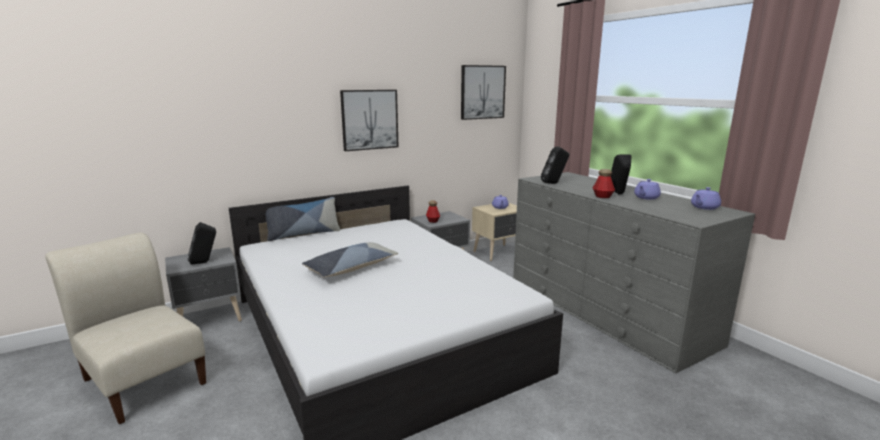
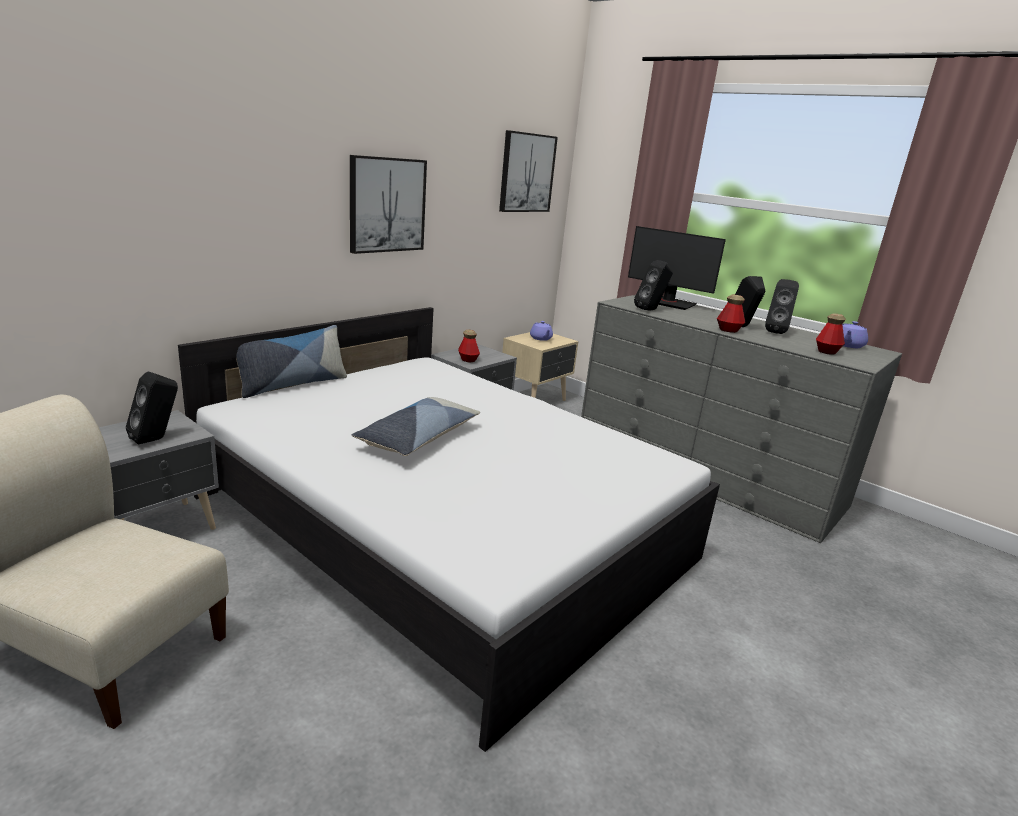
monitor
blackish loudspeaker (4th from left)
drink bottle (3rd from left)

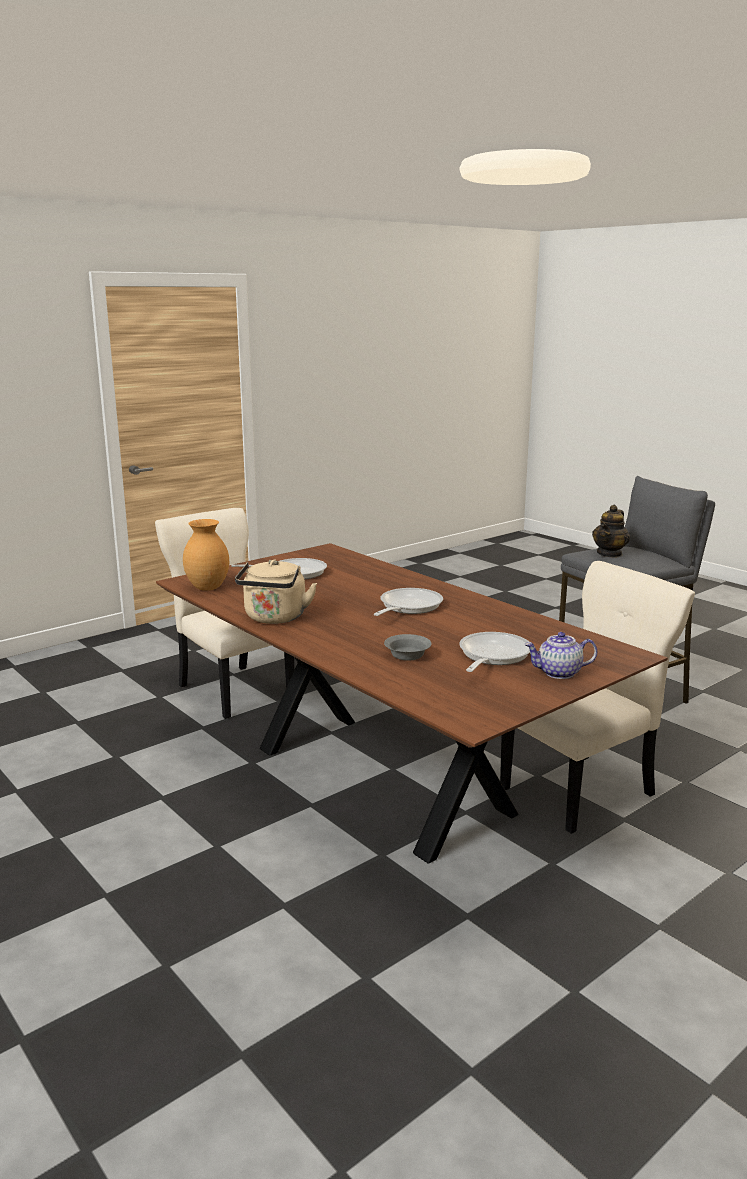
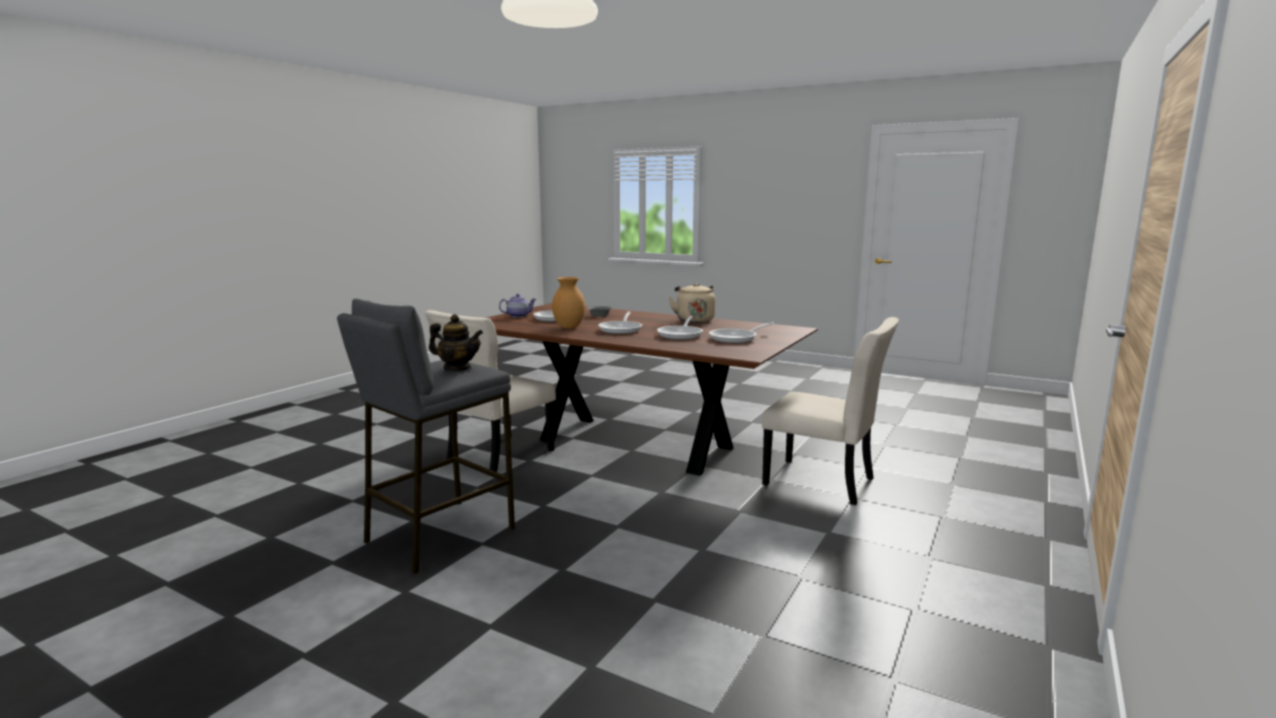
tea pot (1st from left)
brown-coloured decorative vase
skillet (3rd from left)

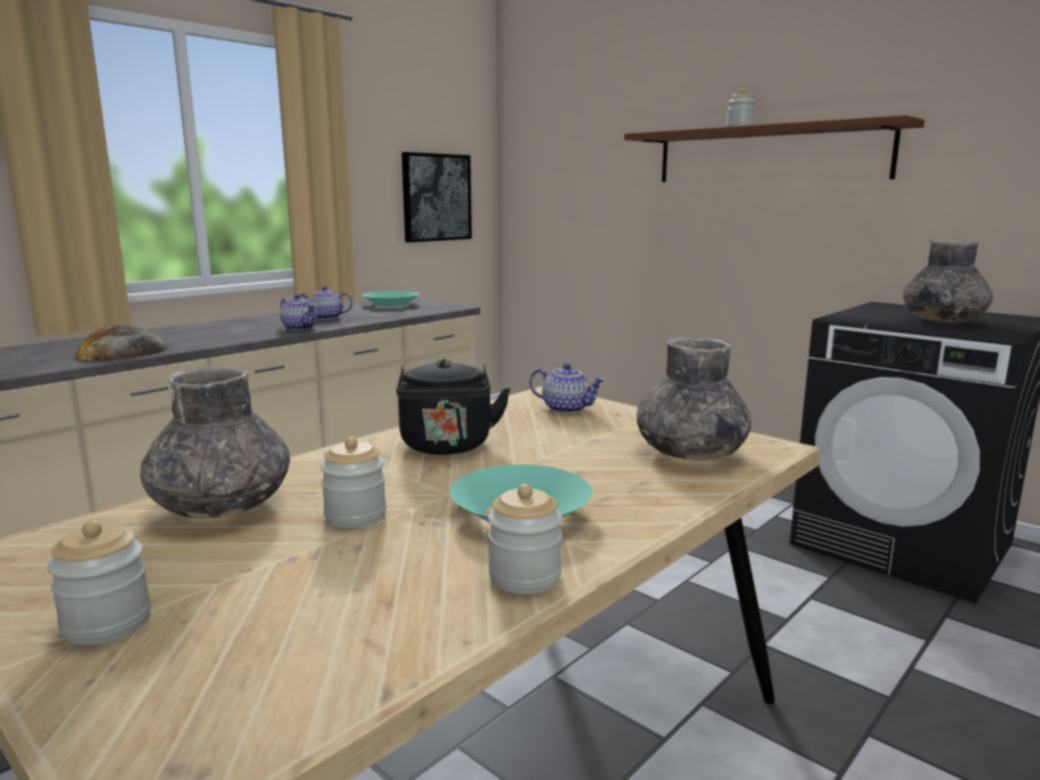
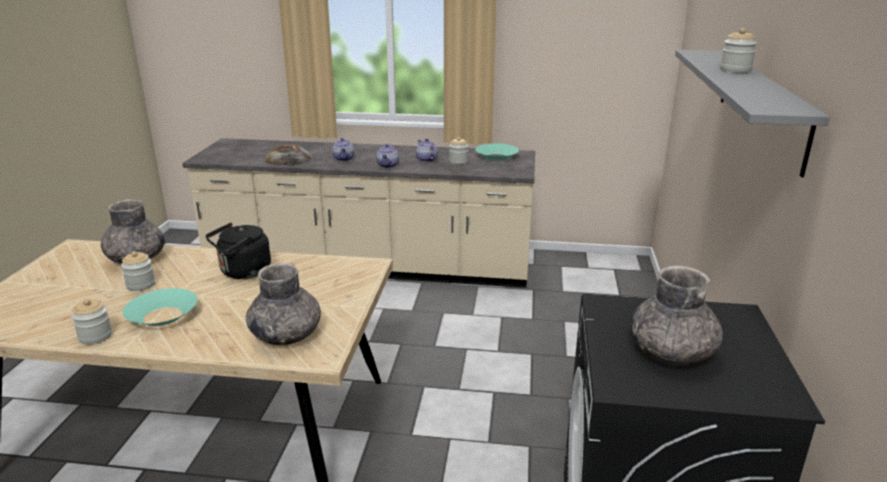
tea pot (1st from left)
preserve jar (3rd from left)
gray wall shelf
wall picture

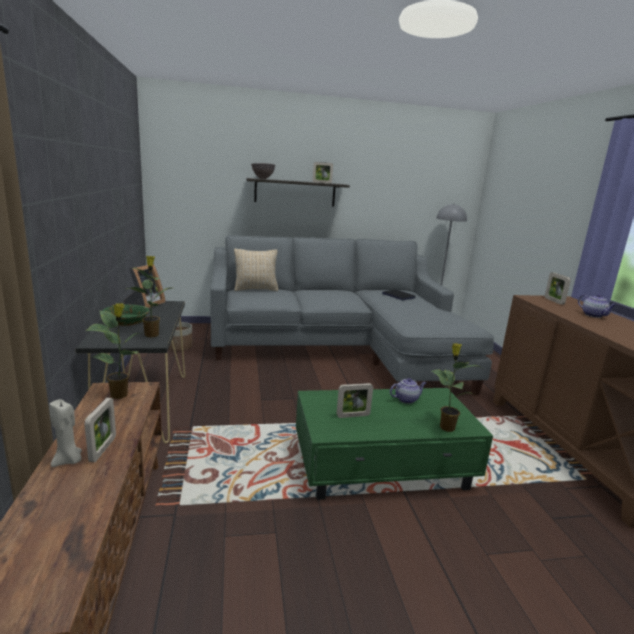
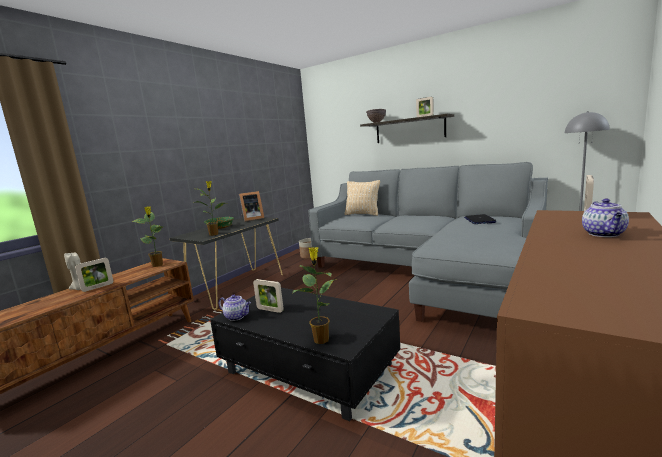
blackish low table
tea pot (1st from left)

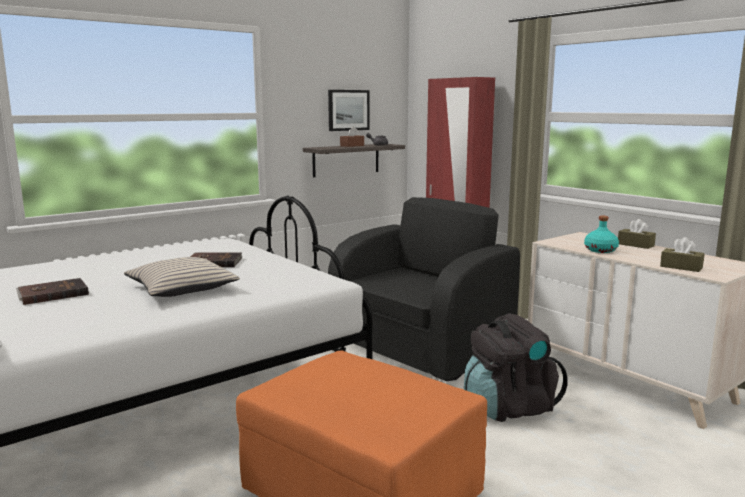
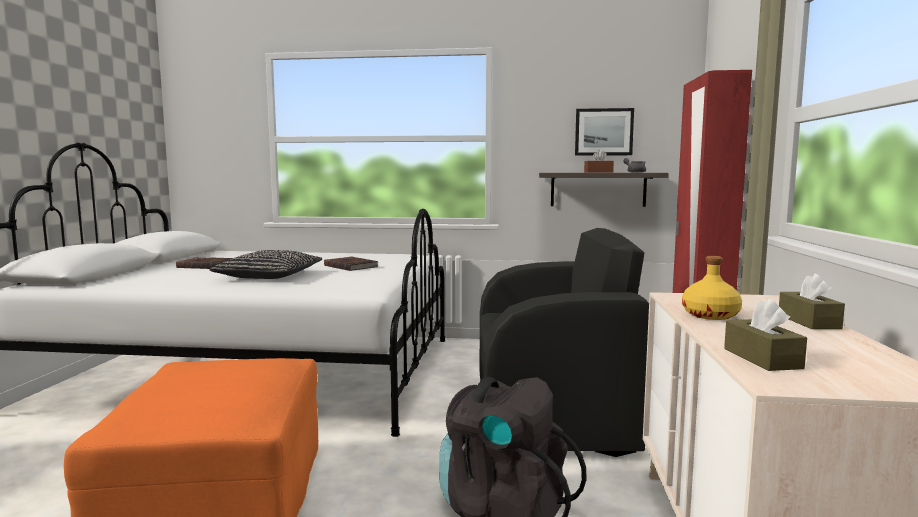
blackish cushion
yellow-coloured drink bottle

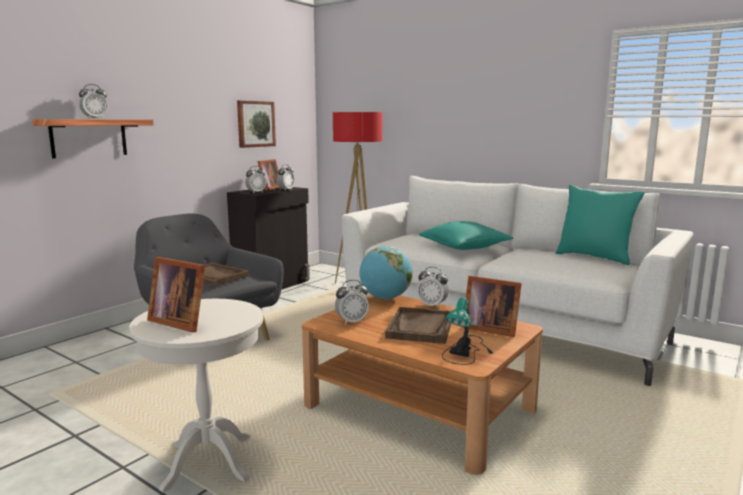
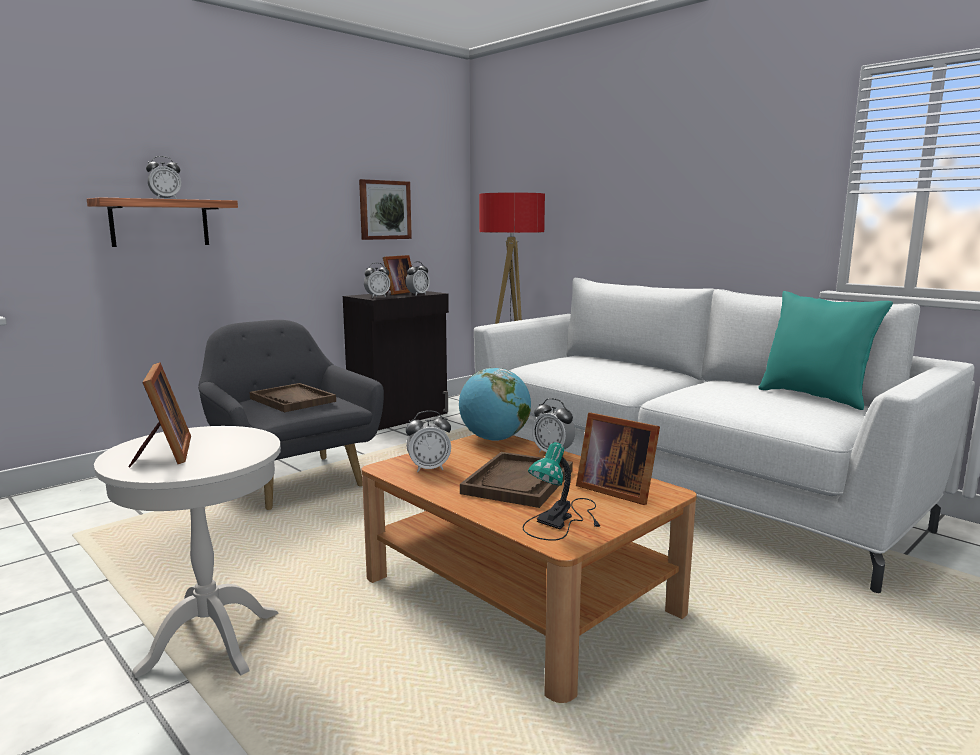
photo frame (1st from left)
turquoise cushion (1st from left in the first image)

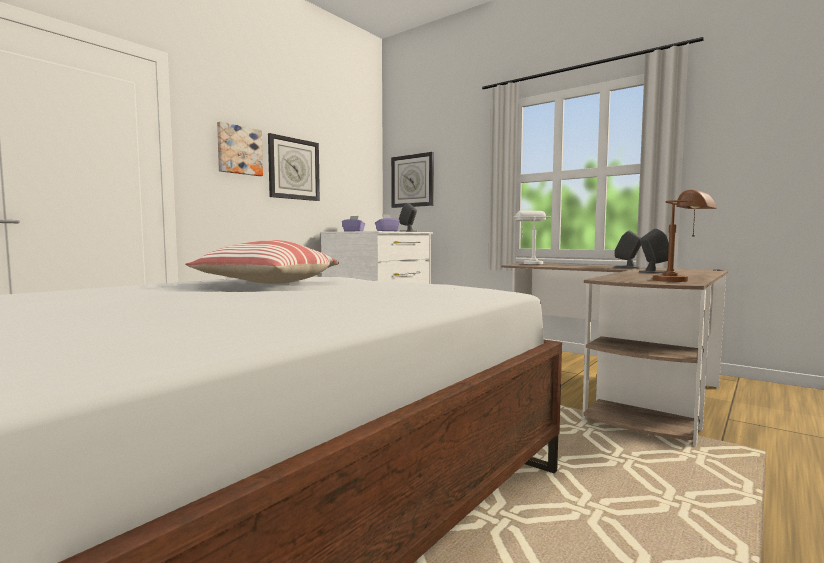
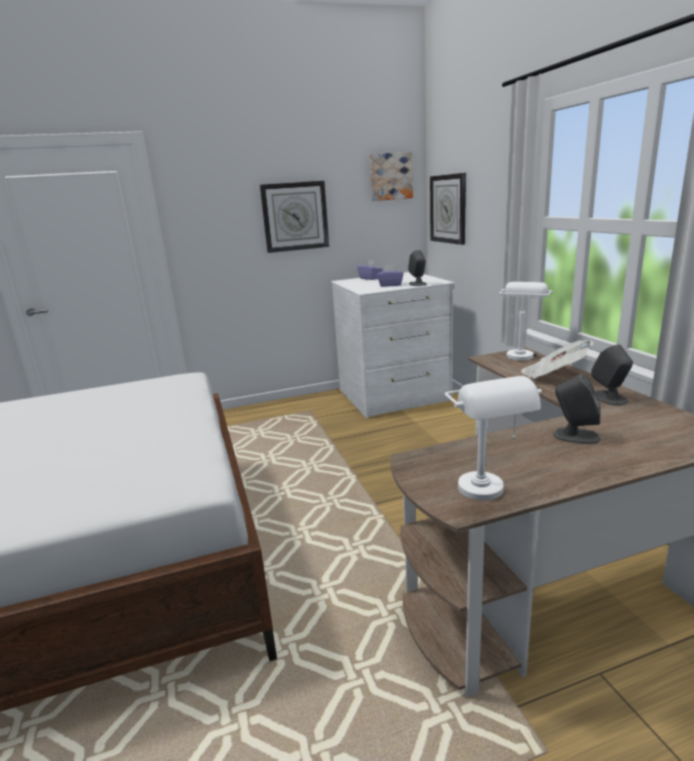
wall picture
white-coloured lamp for a table (1st from left)
daily paper
cushion

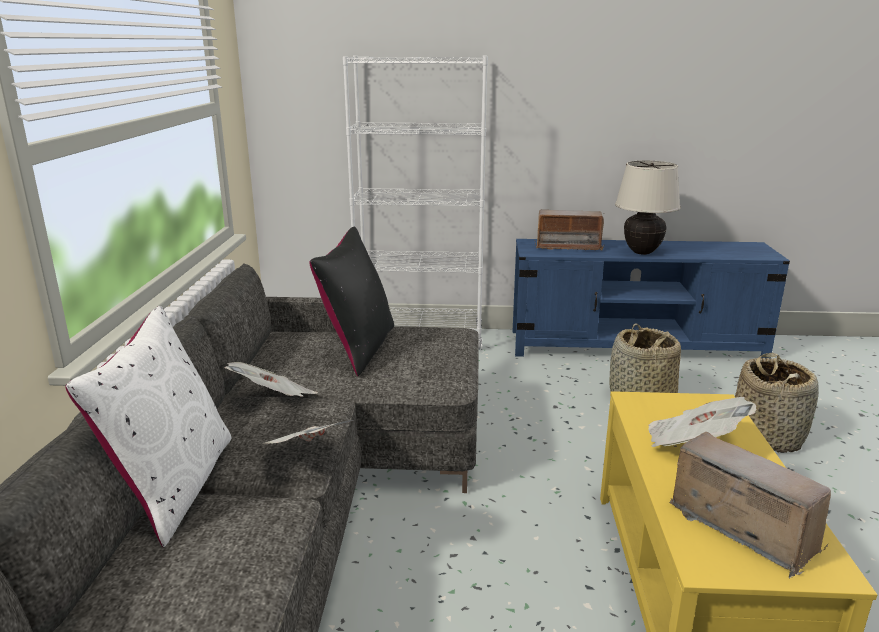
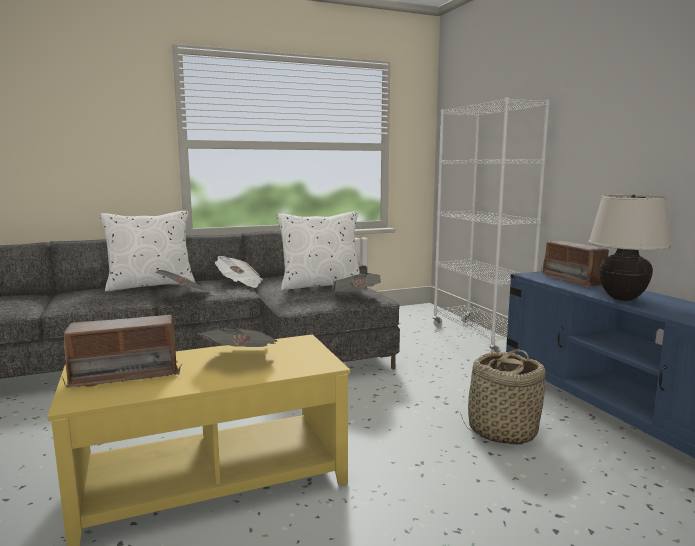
radio receiver (1st from left)
white-coloured cushion (2nd from left)
daily paper (4th from left)
basket (2nd from left in the first image)

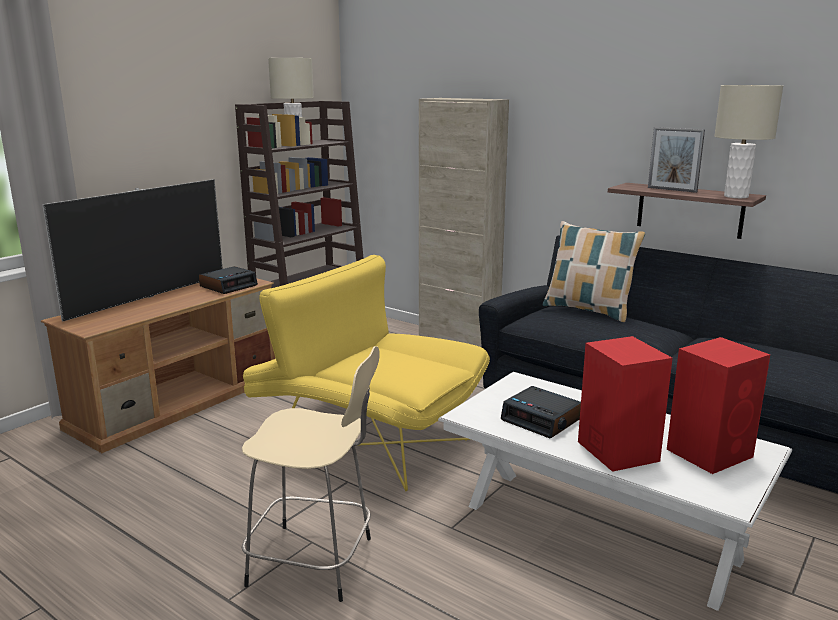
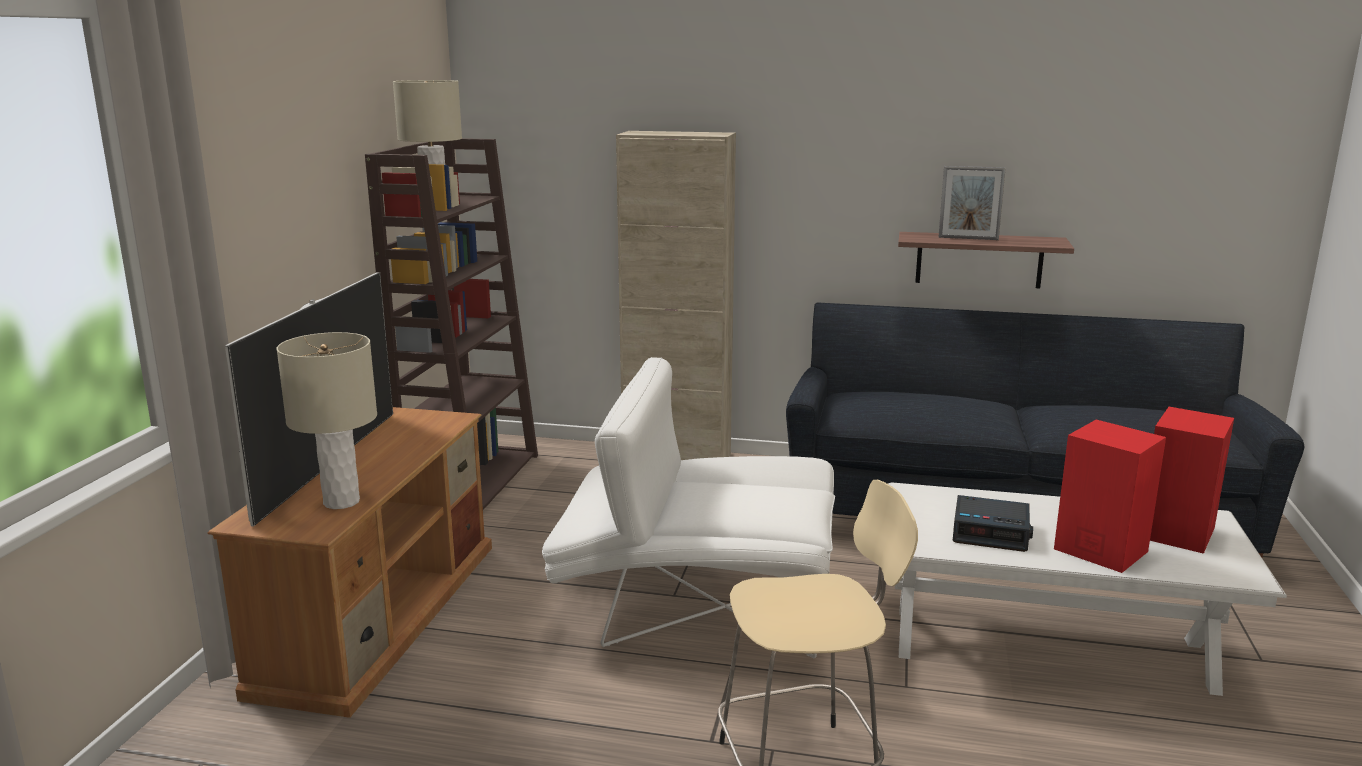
sand-coloured lamp for a table (1st from left)
white-coloured easy chair
table clock (1st from left in the first image)
cushion

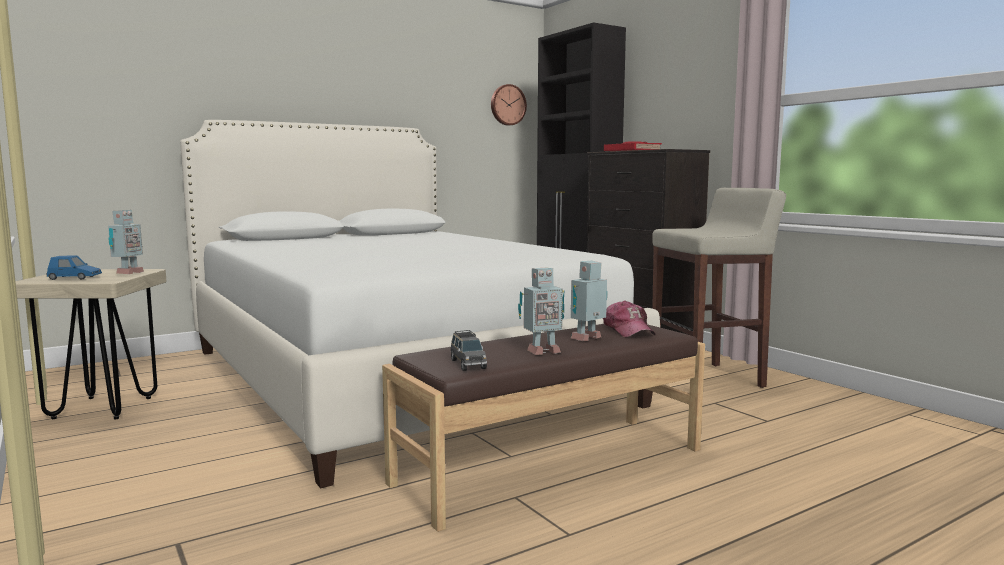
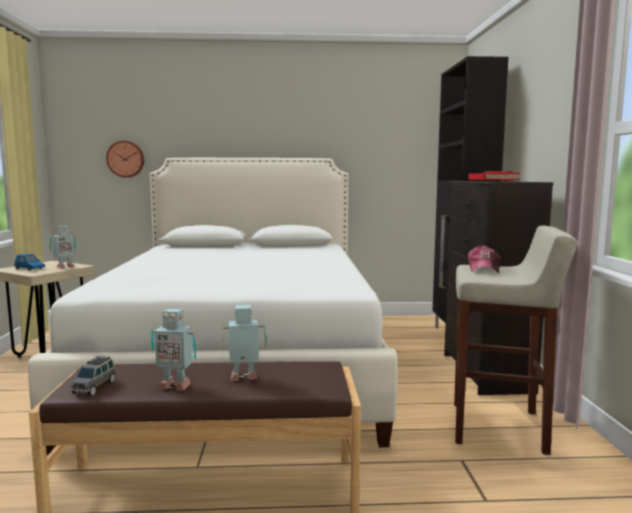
clock on the wall
baseball cap

